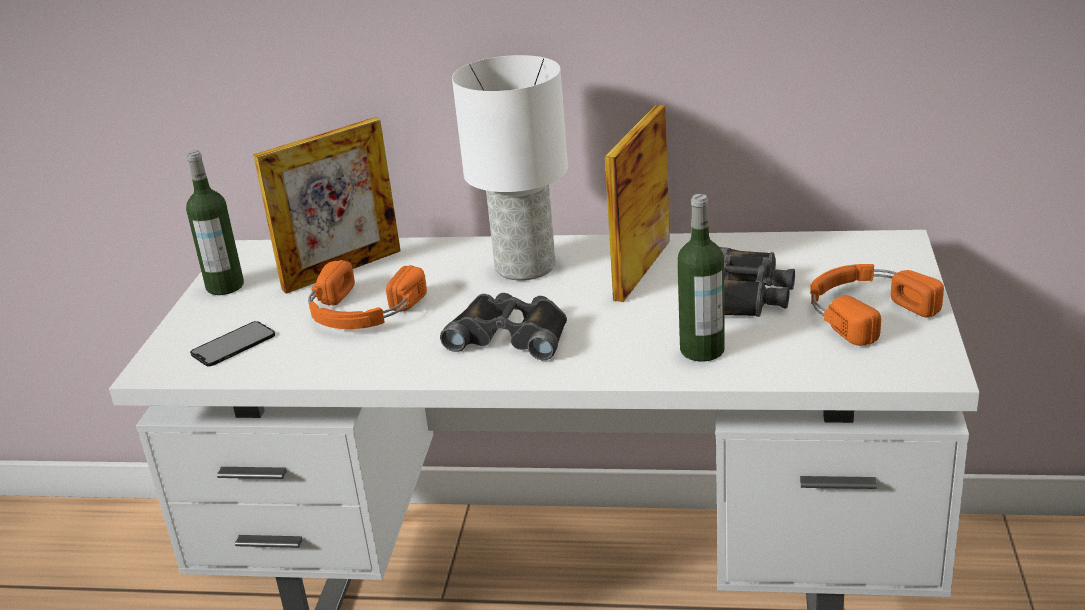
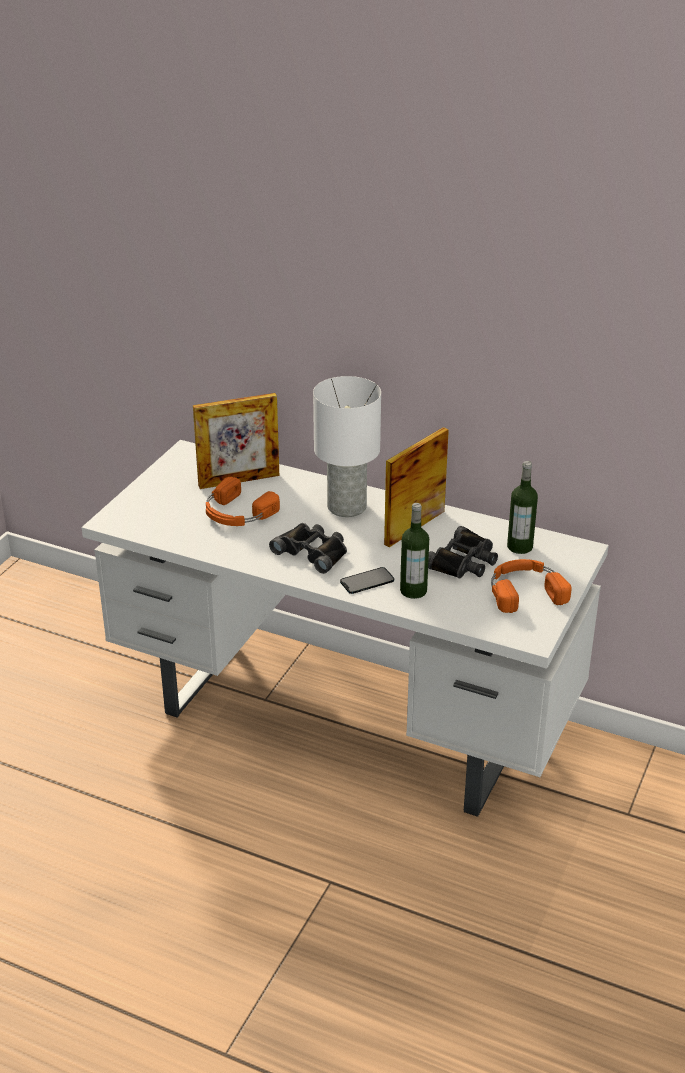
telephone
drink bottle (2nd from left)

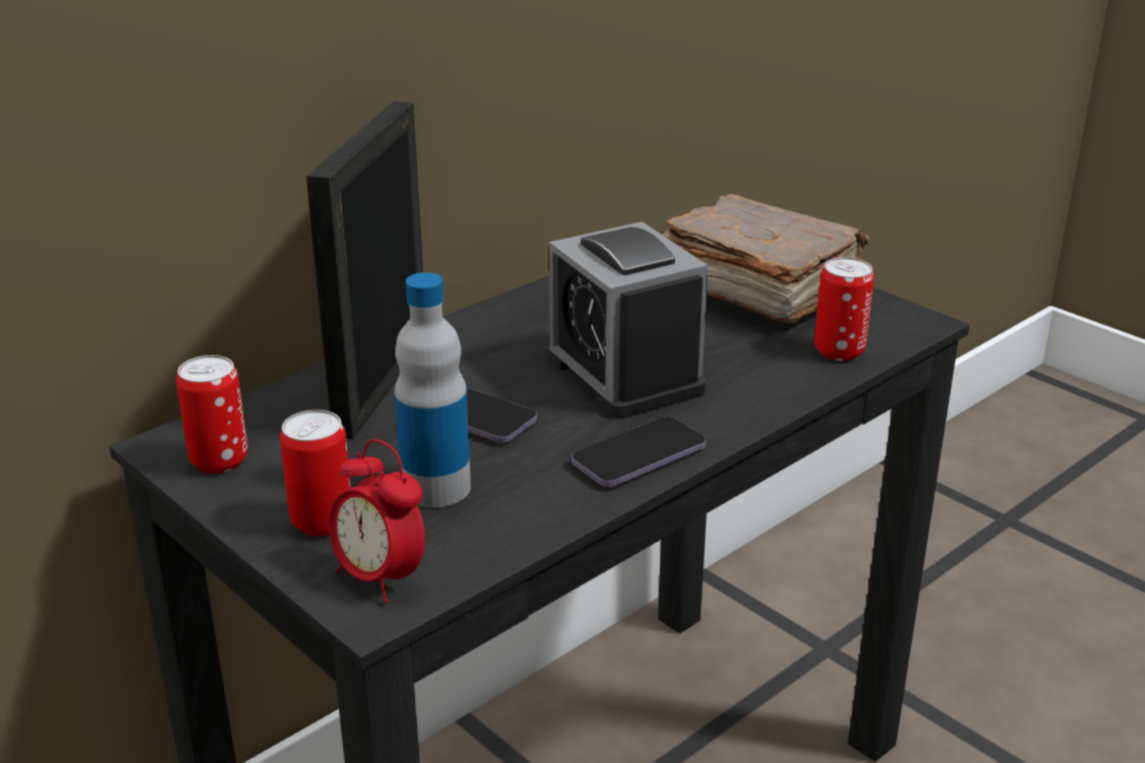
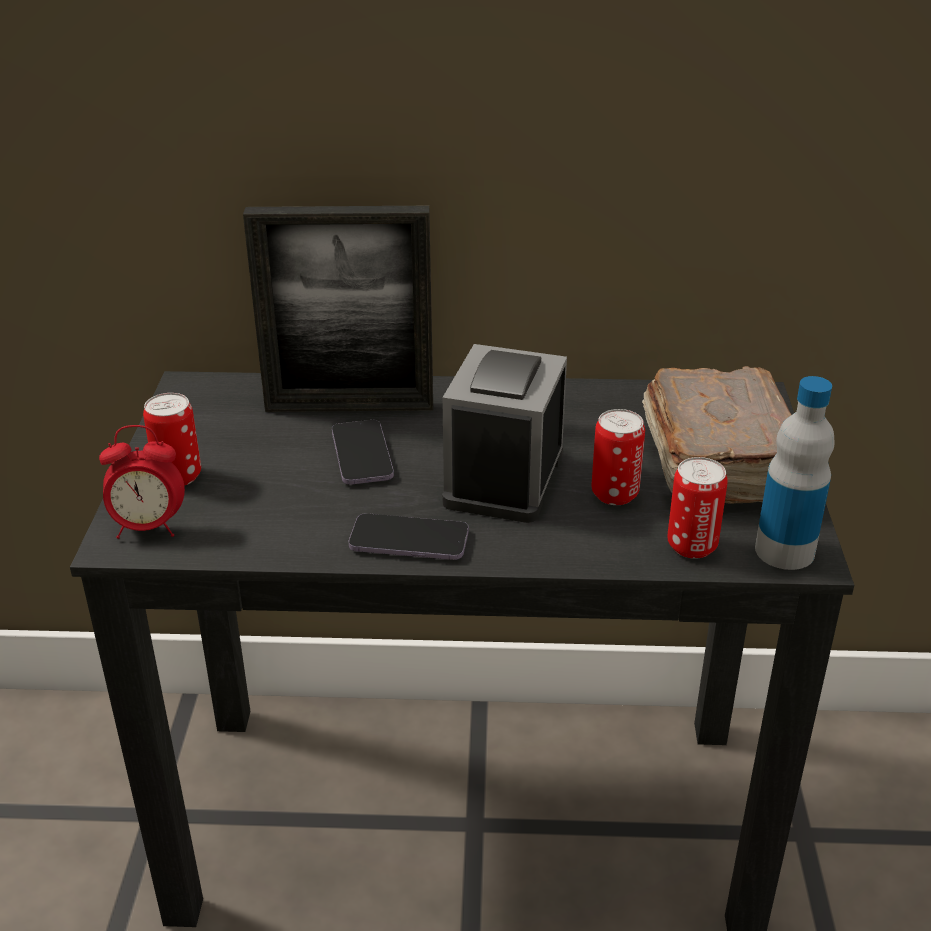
table clock (1st from left)
photo frame
sealed can (2nd from left)
drink bottle

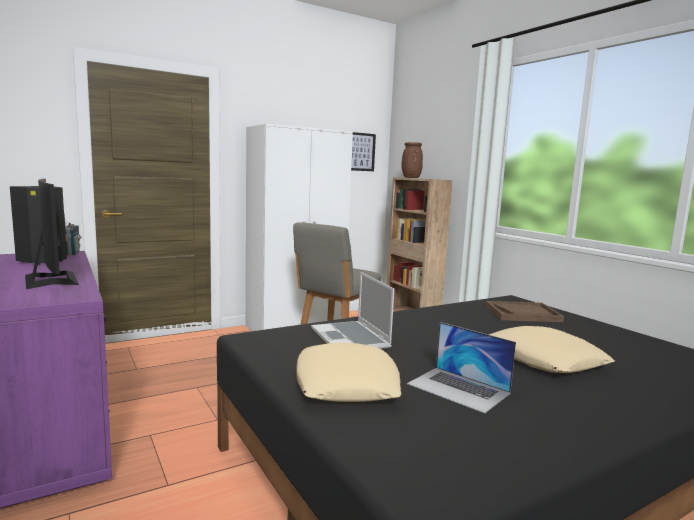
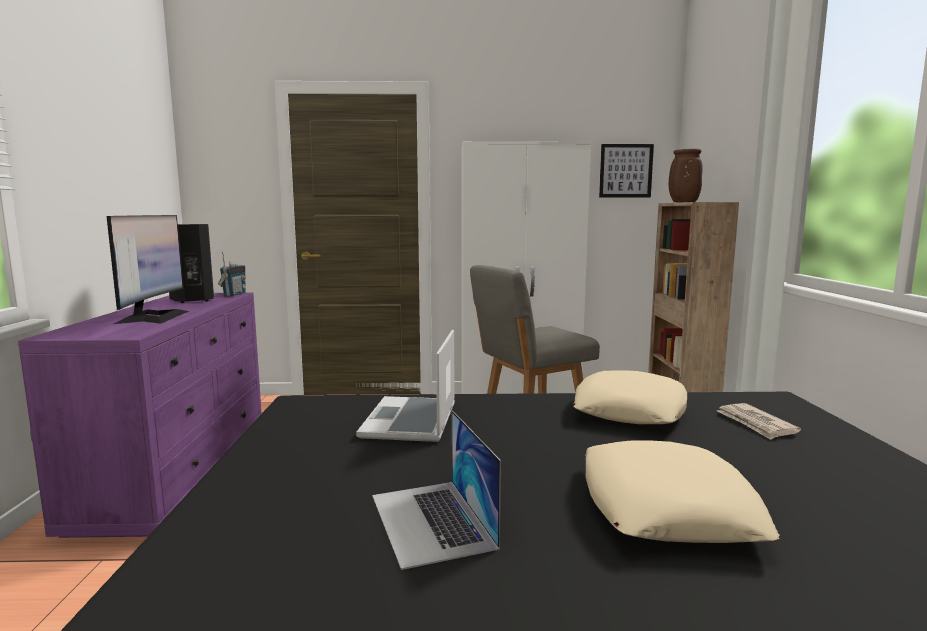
sand-coloured cushion (1st from left)
daily paper

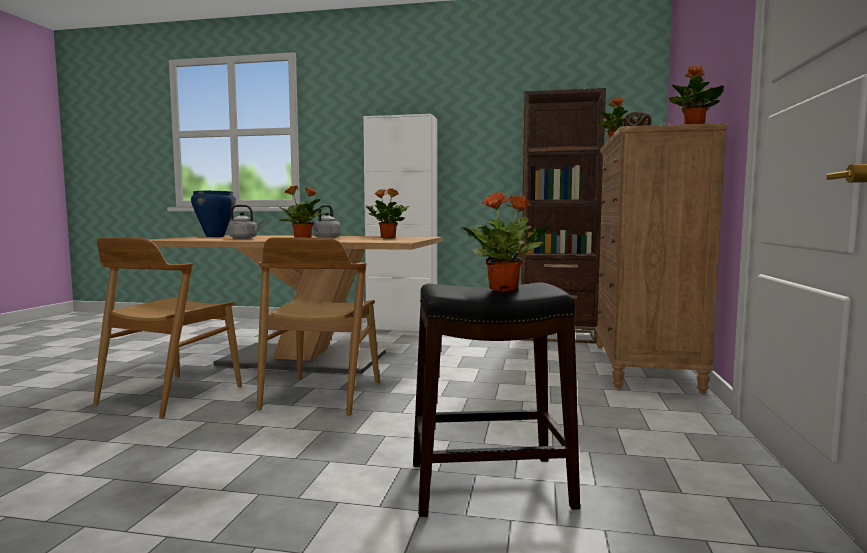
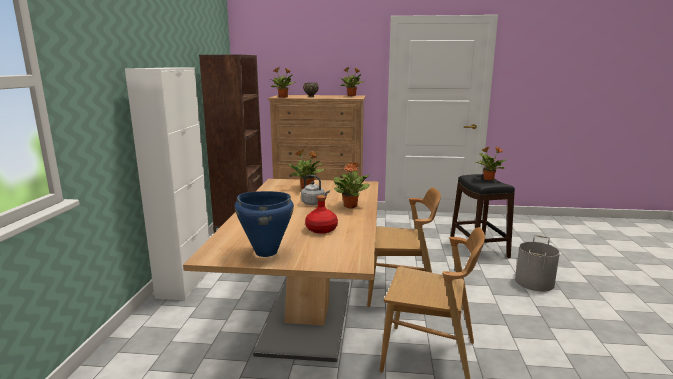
red drink bottle
gray pail

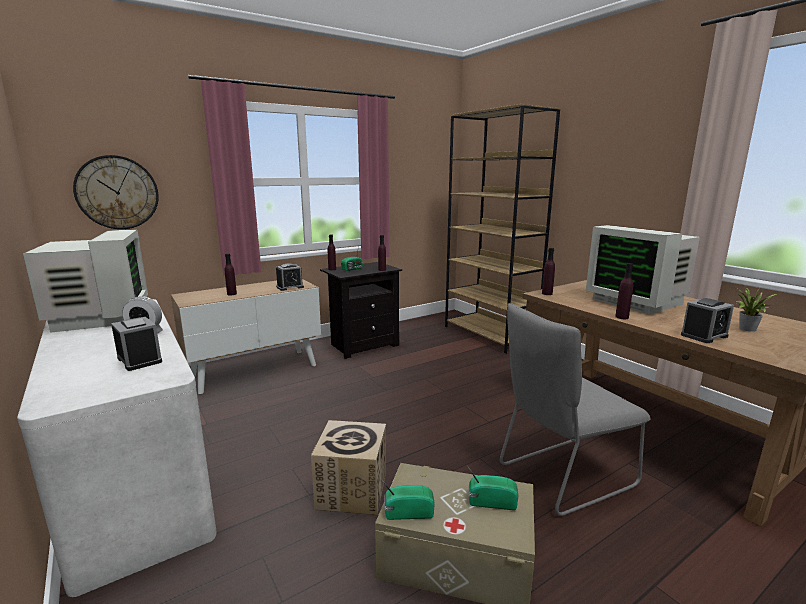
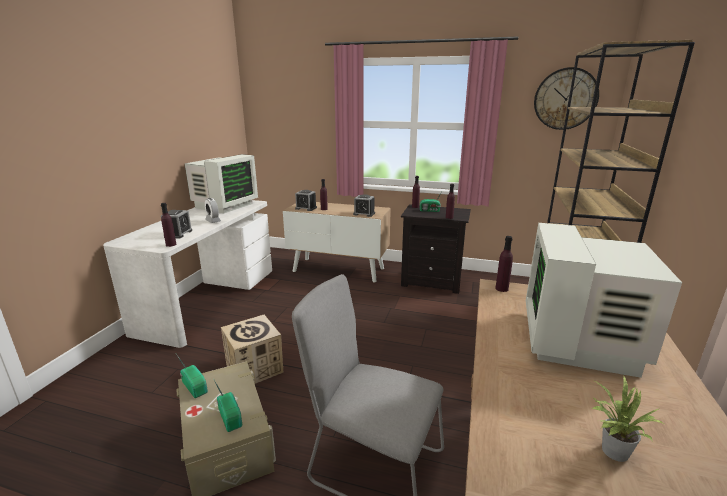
purple-coloured drink bottle (1st from left)
table clock (3rd from left)
clock on the wall

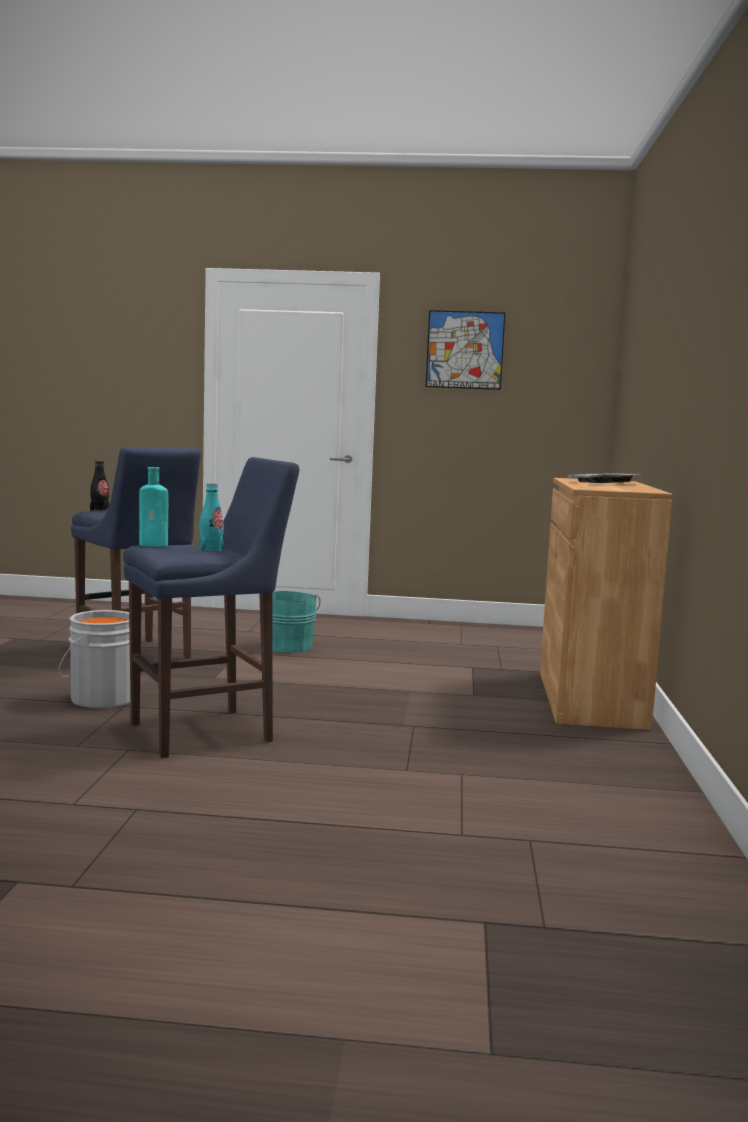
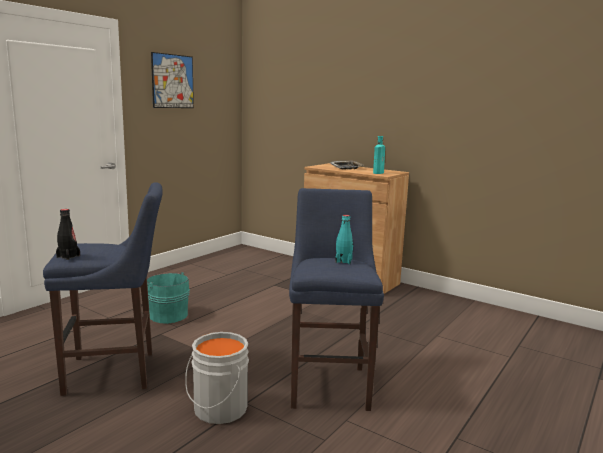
turquoise drink bottle (2nd from left)

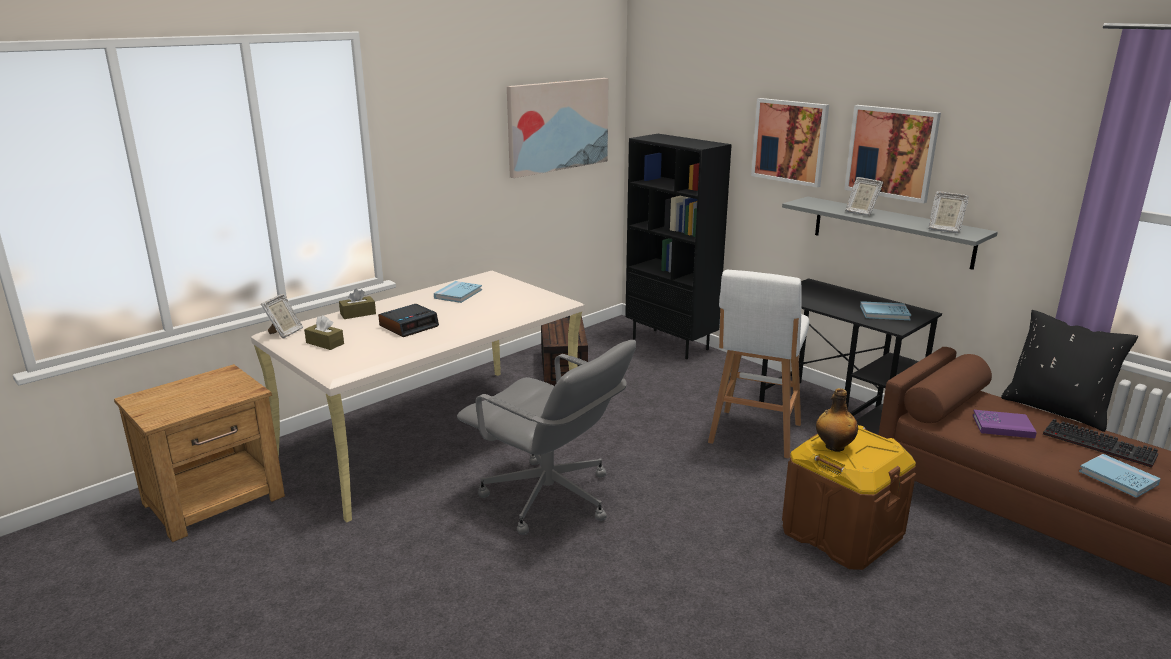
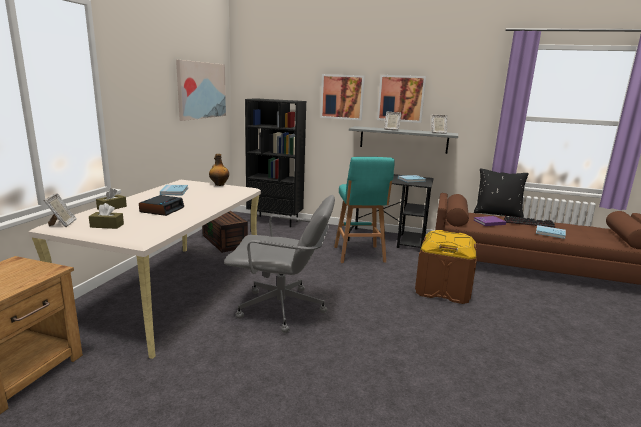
drink bottle
turquoise sitting stool

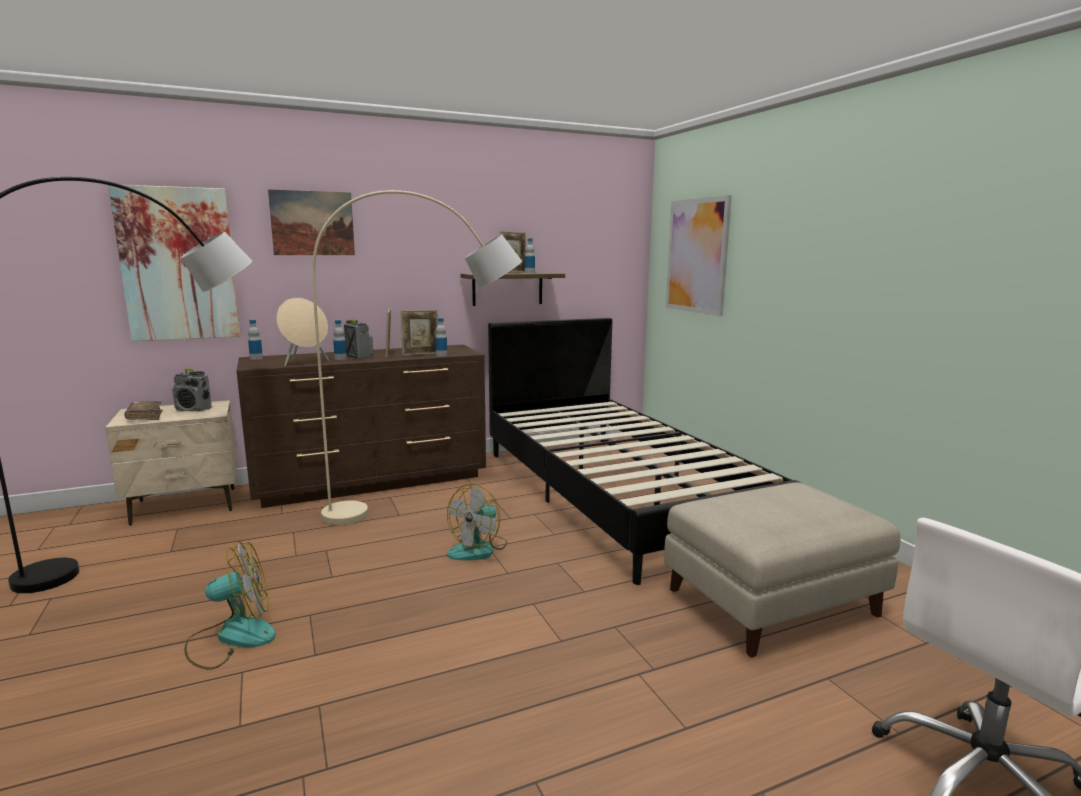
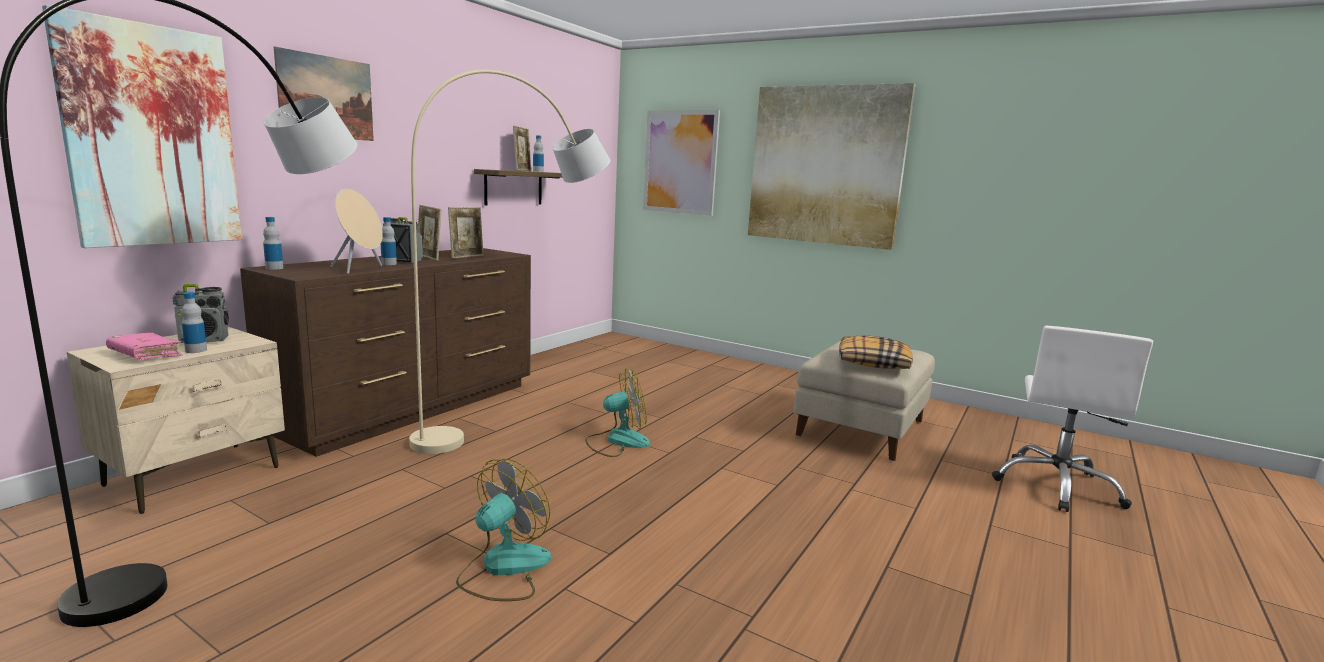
pink book
drink bottle (1st from left)
electric fan (2nd from left)
wall picture (4th from left)
cushion
blackish bedroom bed

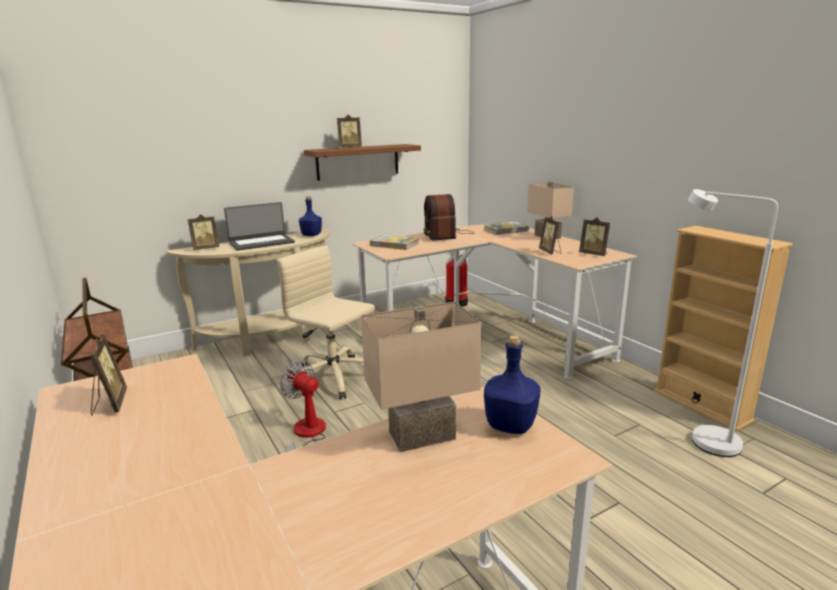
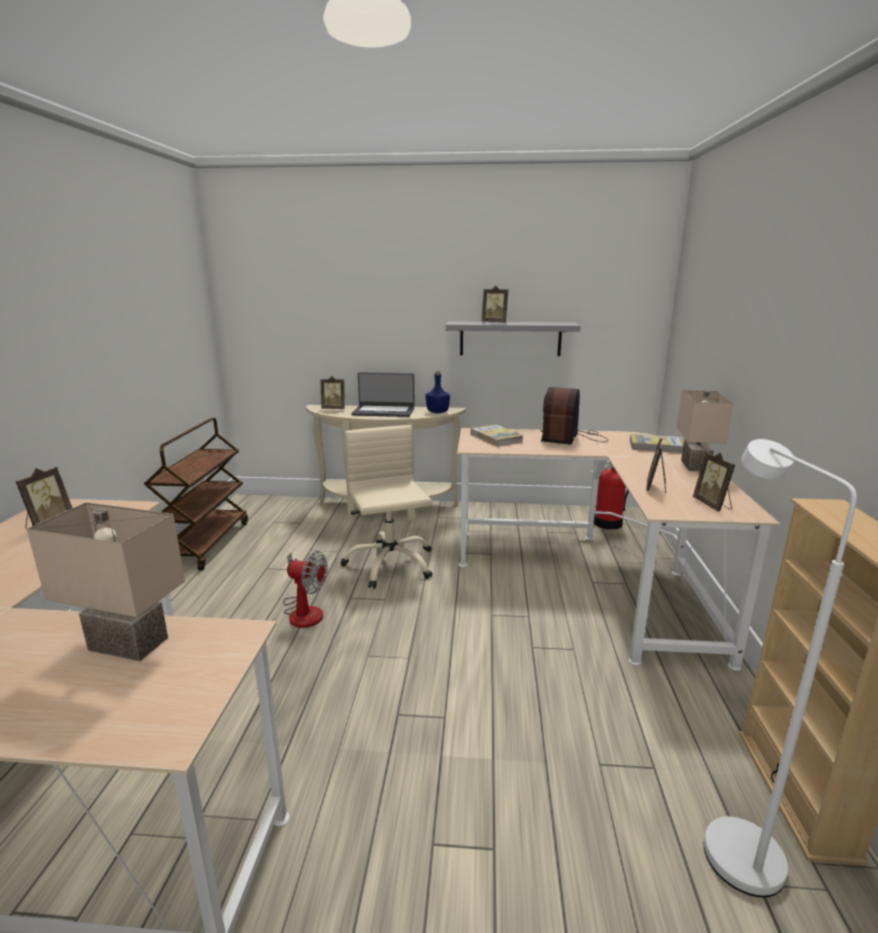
electric fan
gray wall shelf
bluish drink bottle (2nd from left in the first image)

